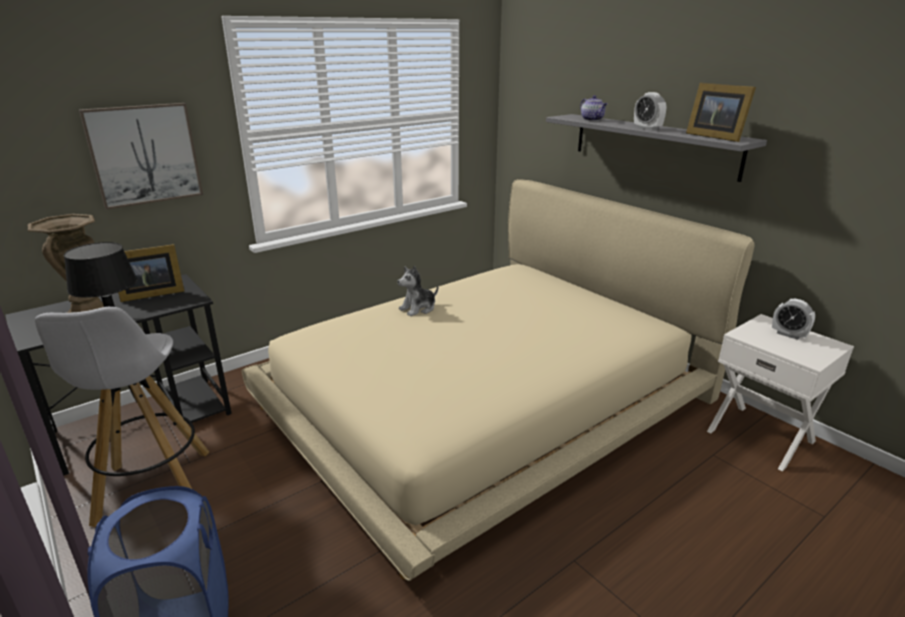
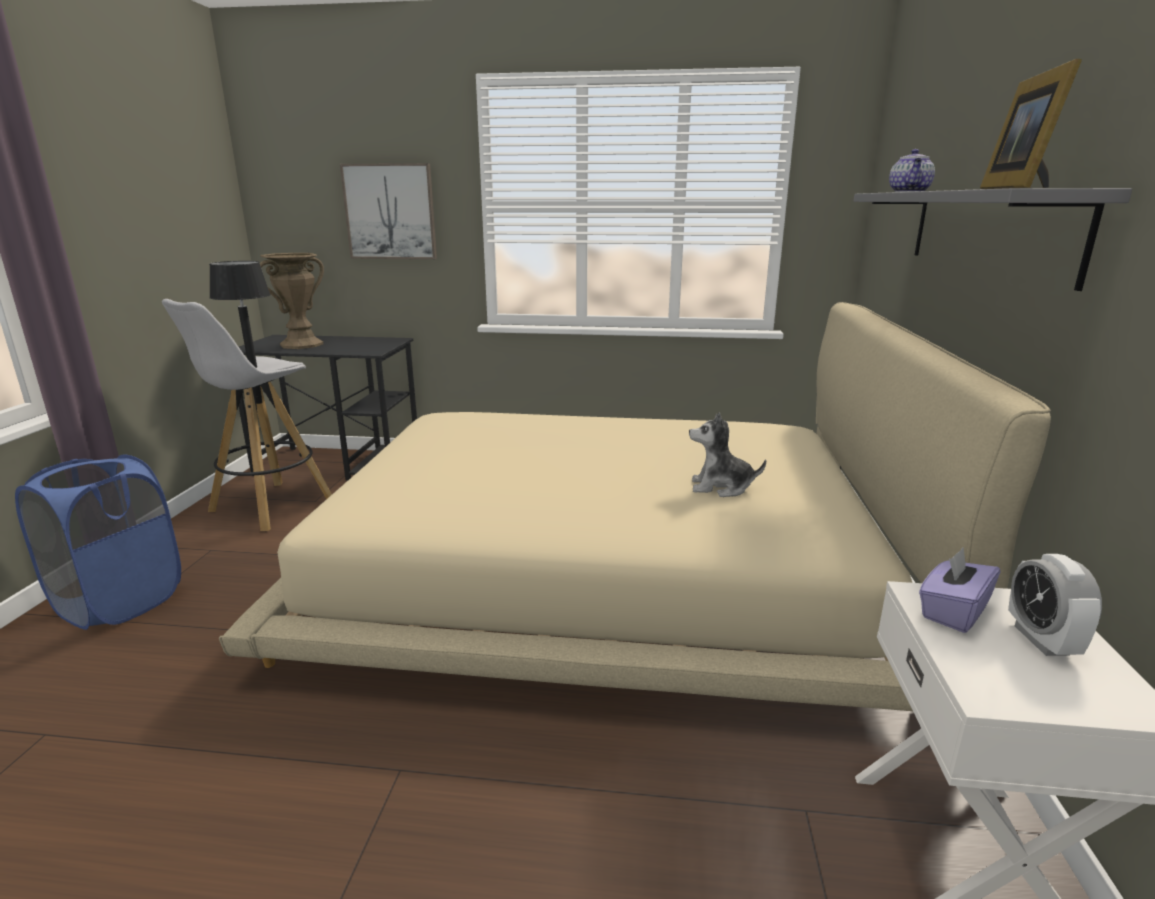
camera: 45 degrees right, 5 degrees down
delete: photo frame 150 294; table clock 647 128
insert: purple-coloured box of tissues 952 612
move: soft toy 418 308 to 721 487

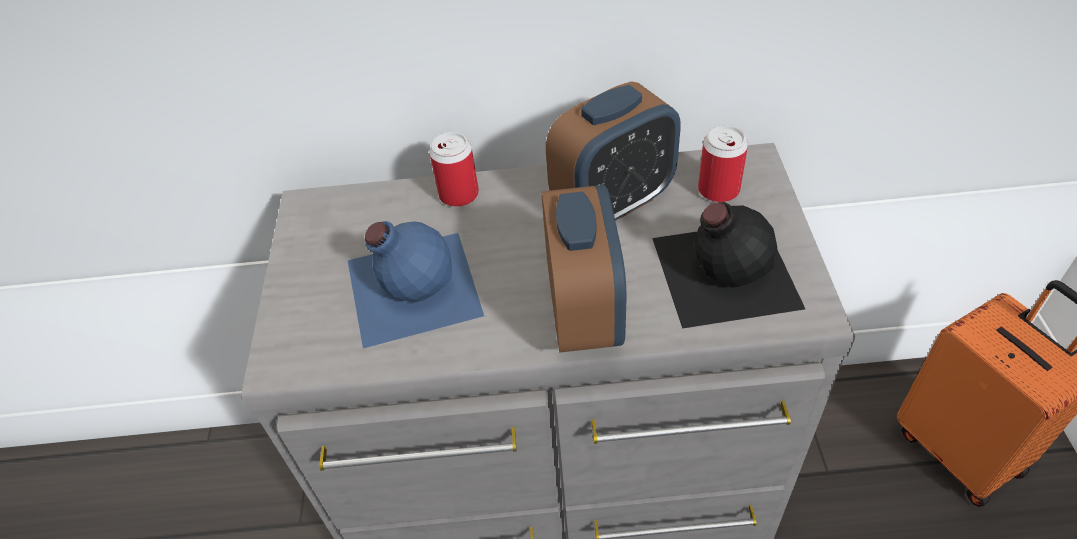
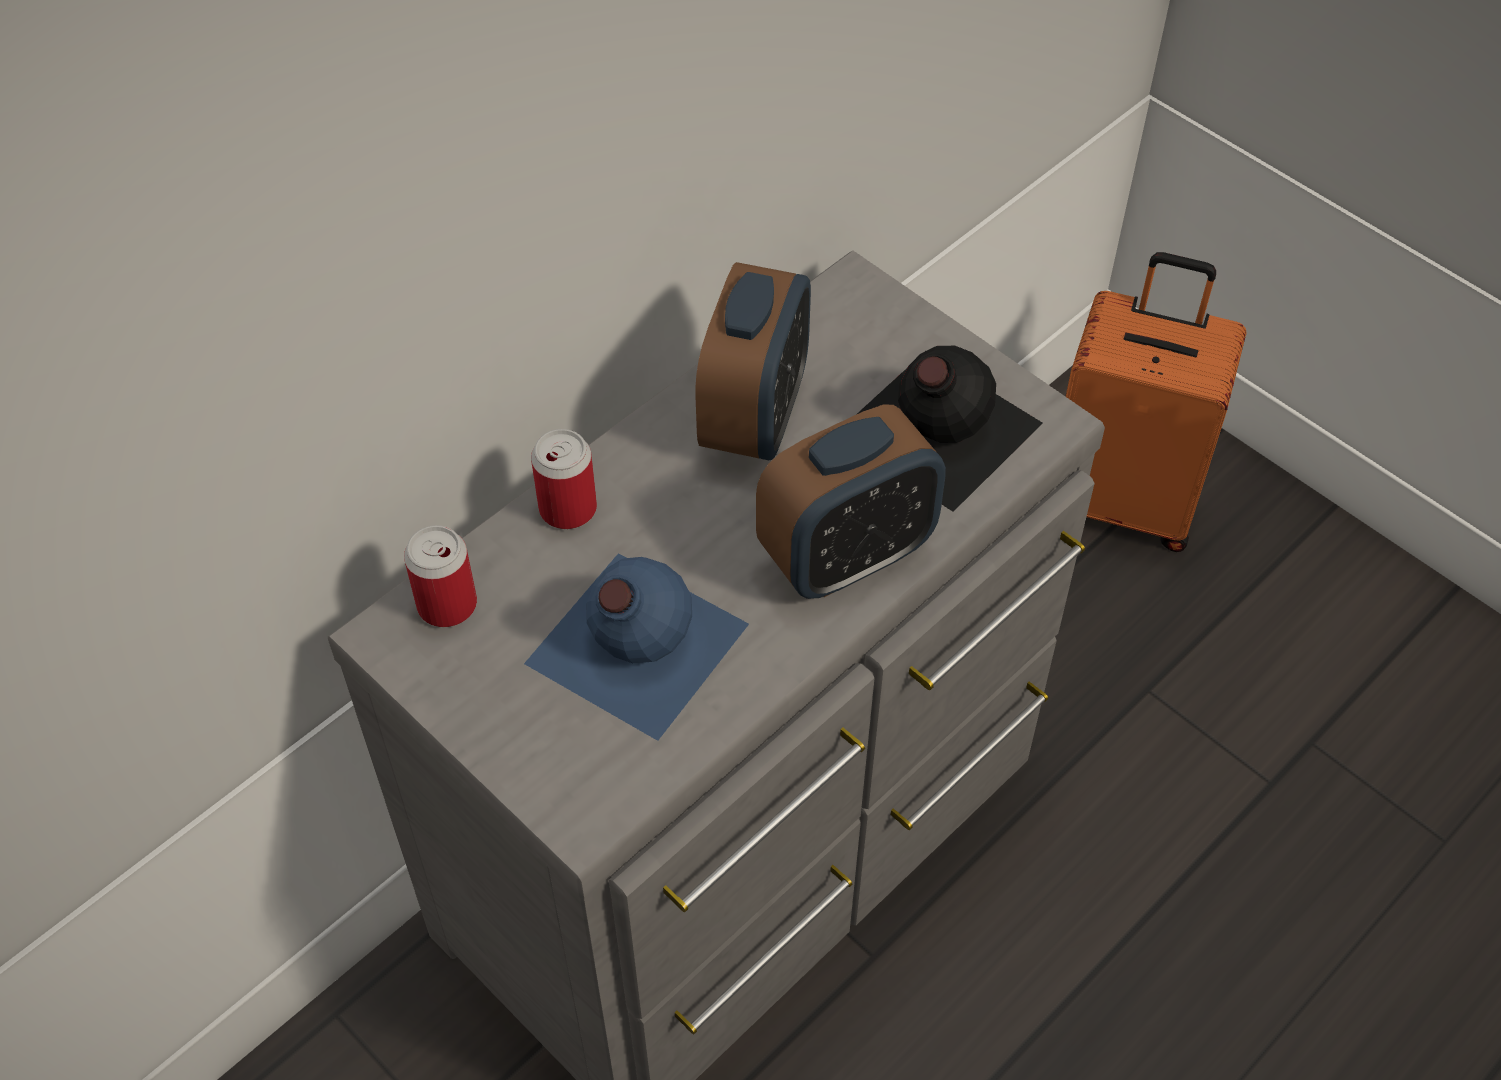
camera: 45 degrees left, 5 degrees up
move: sealed can 718 190 to 447 604
rotate: table clock 584 313 = 847 556 105 degrees clockwise

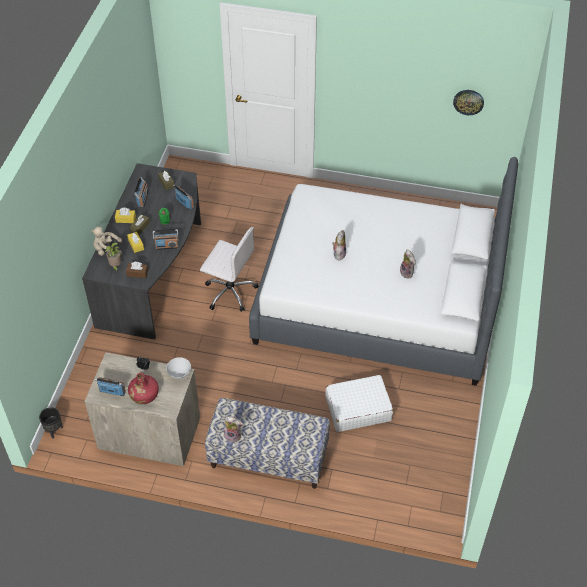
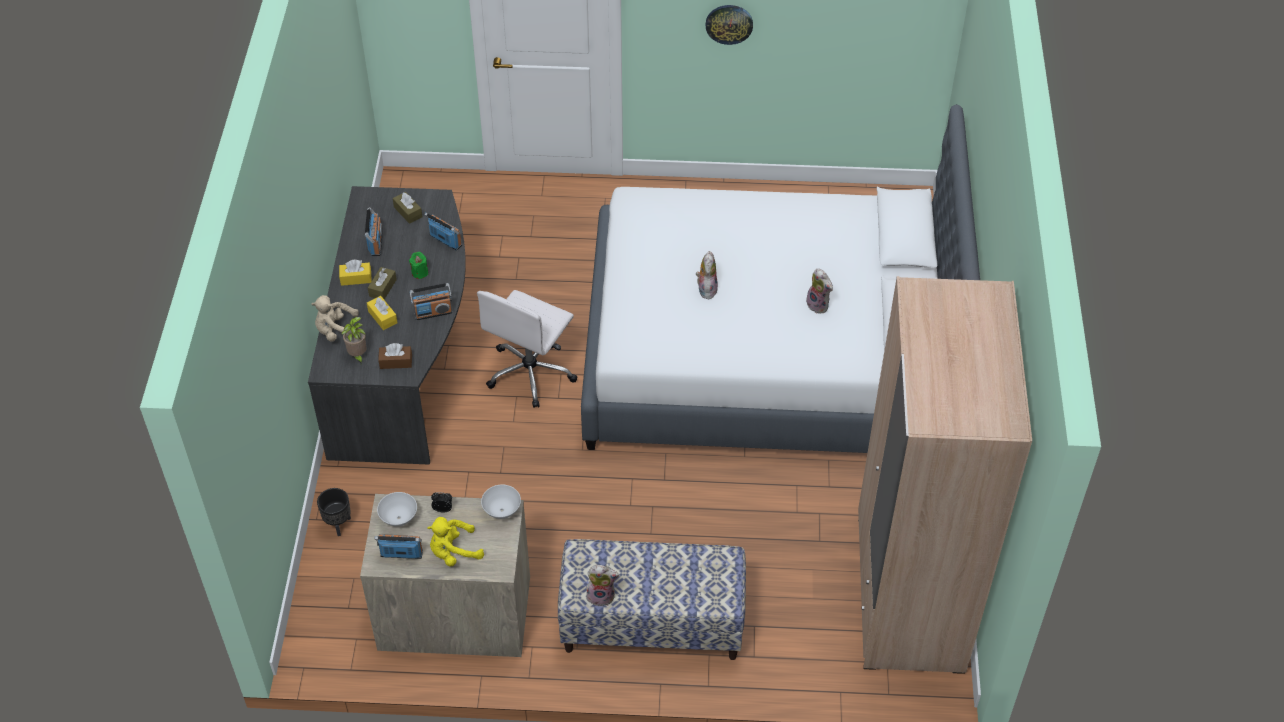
camera: 10 degrees left, 0 degrees up
delete: whitish piece of luggage 357 409
insert: whitish bowl 398 519; beige clothes cupboard 909 594
move: black plant pot 54 430 to 338 524; wall clock 468 102 to 729 23
replace: red-coloured drink bottle 144 395 to yellow-coloured soft toy 453 552
rotate: whitish desk chair 229 292 = 531 372 105 degrees clockwise

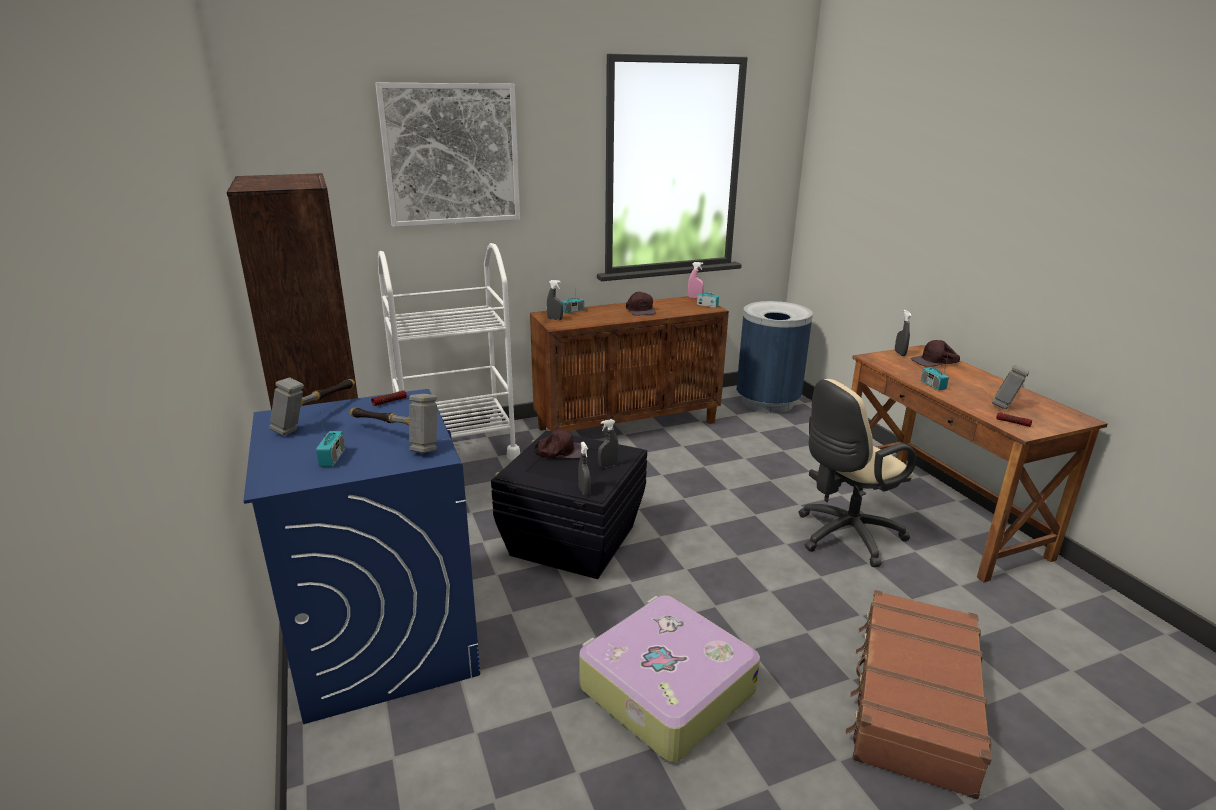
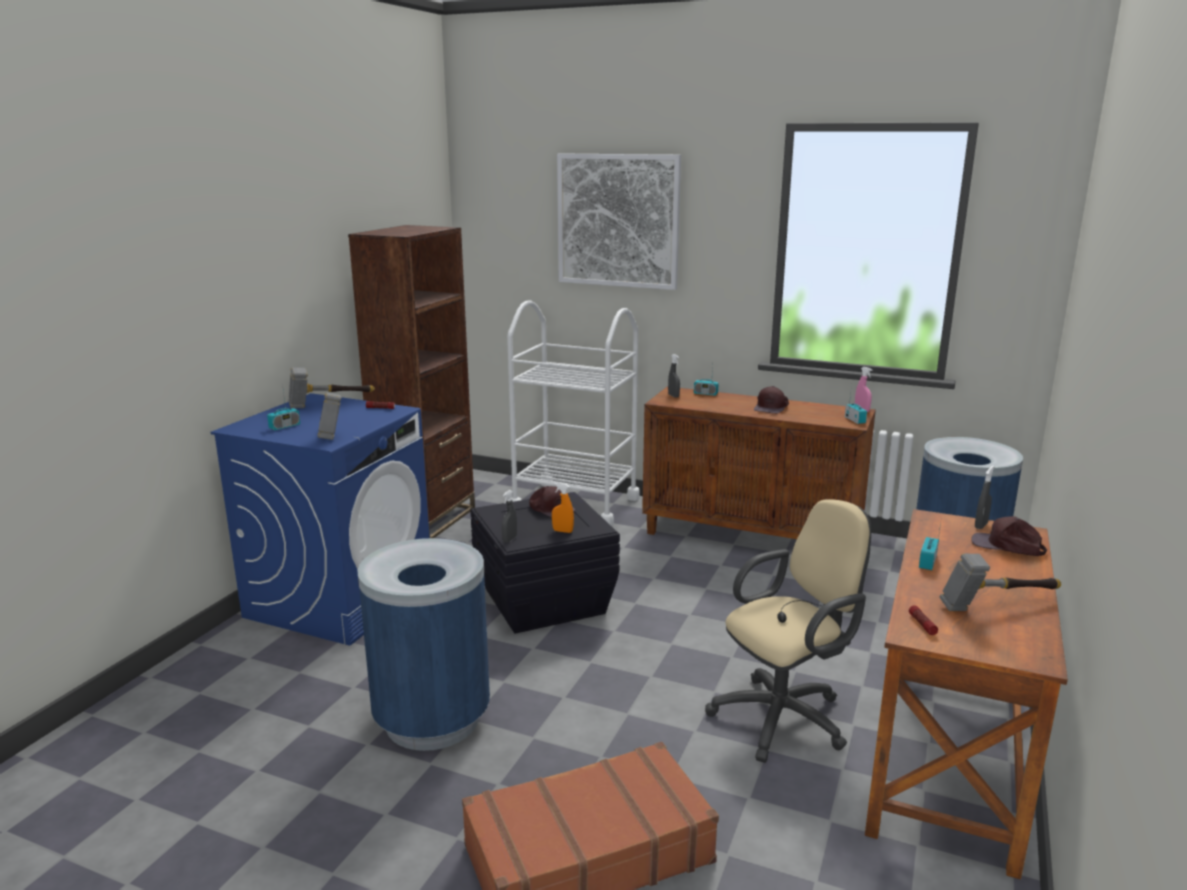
camera: 45 degrees right, 5 degrees down
replace: piece of luggage 664 689 to bluish rubbish bin 431 720
recolor: grey spray bottle 608 465 to orangey spray bottle 562 531
rotate: beige desk chair 843 537 = 786 717 135 degrees clockwise

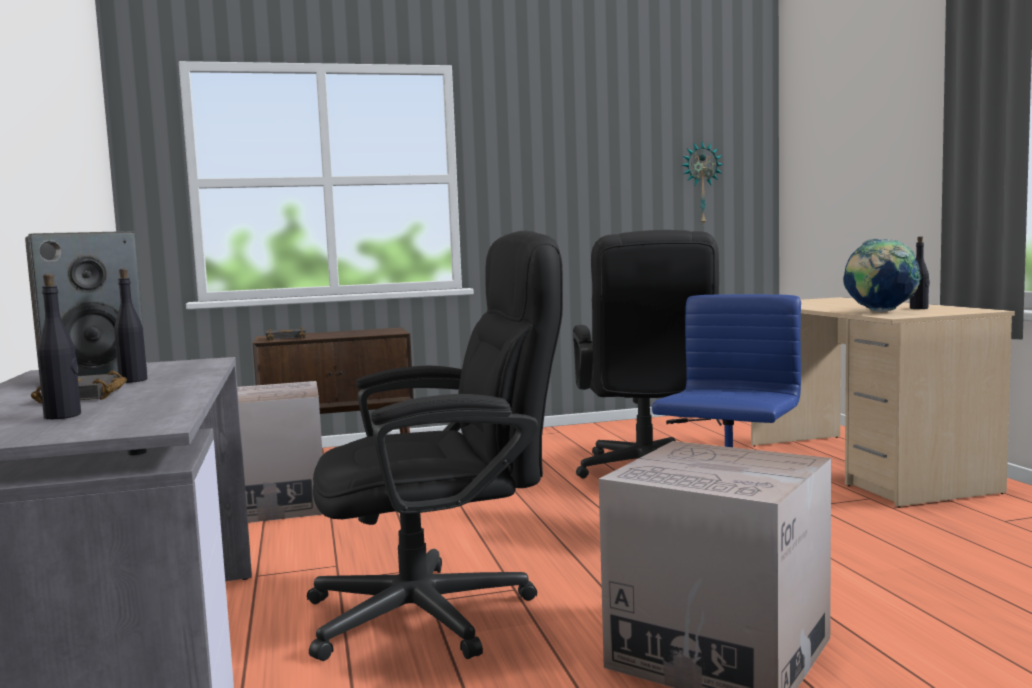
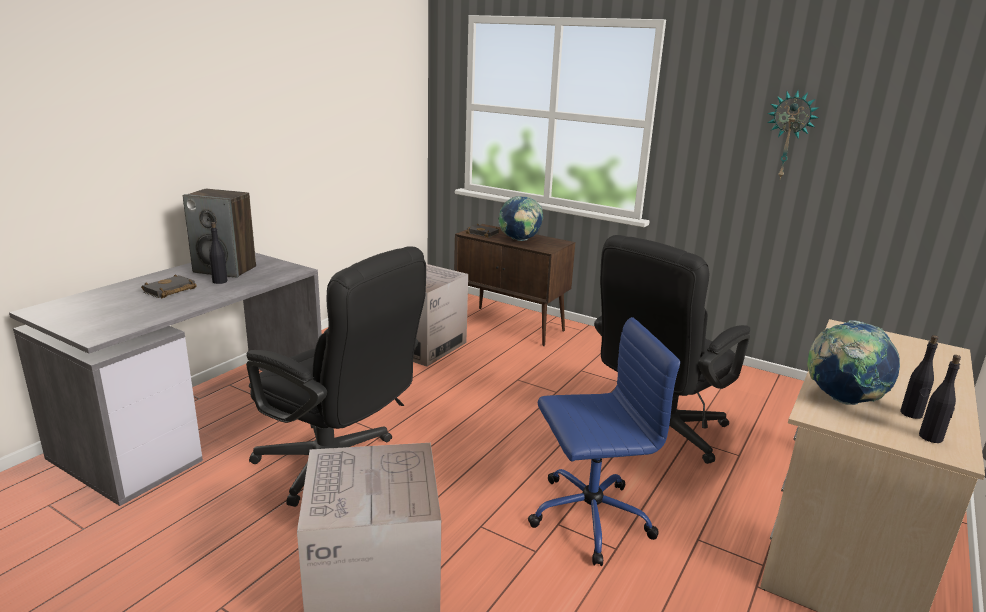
camera: 45 degrees right, 15 degrees up
insert: desk globe 520 240
move: black drink bottle 63 416 to 931 437; wall clock 701 183 to 789 135

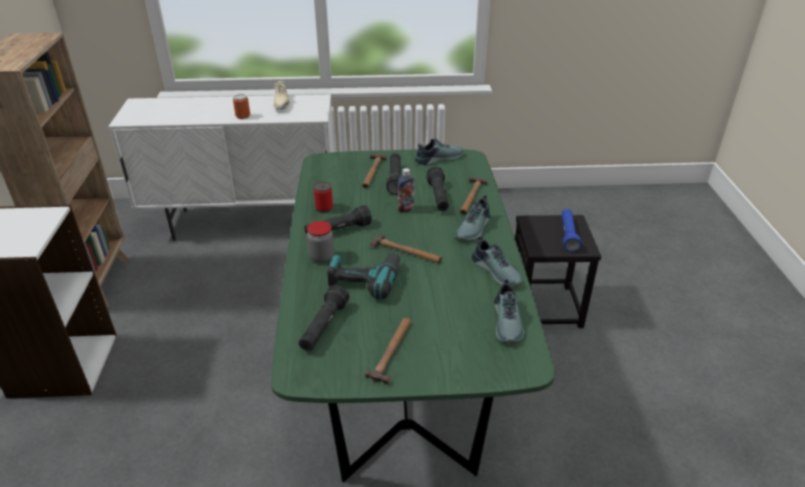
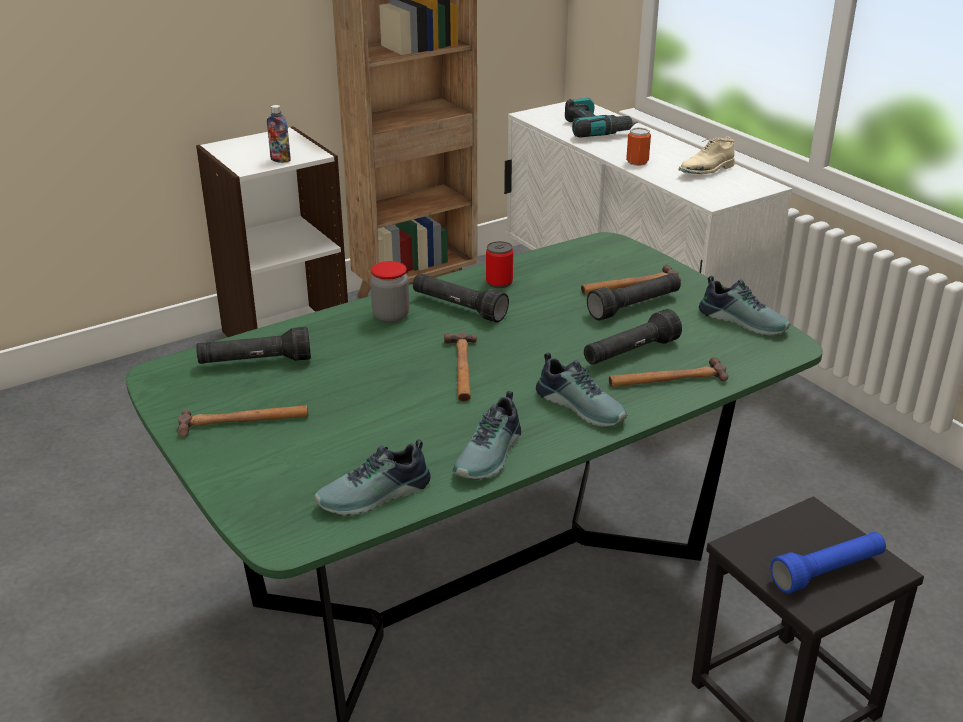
camera: 60 degrees right, 5 degrees down
move: electric drill 365 279 to 595 129; drink bottle 406 209 to 280 160
rotate: item of footwear 474 228 = 582 406 135 degrees counterclockwise

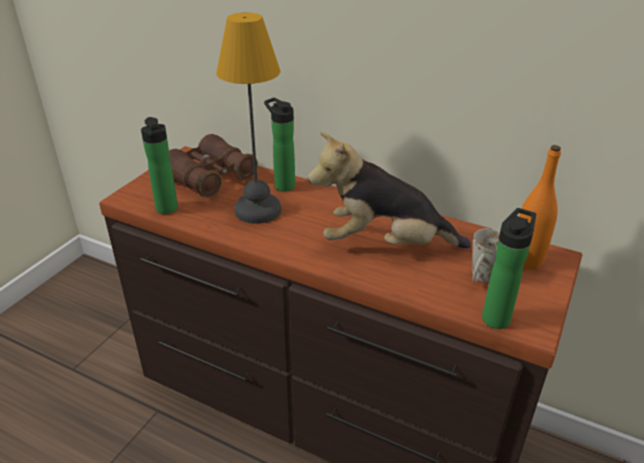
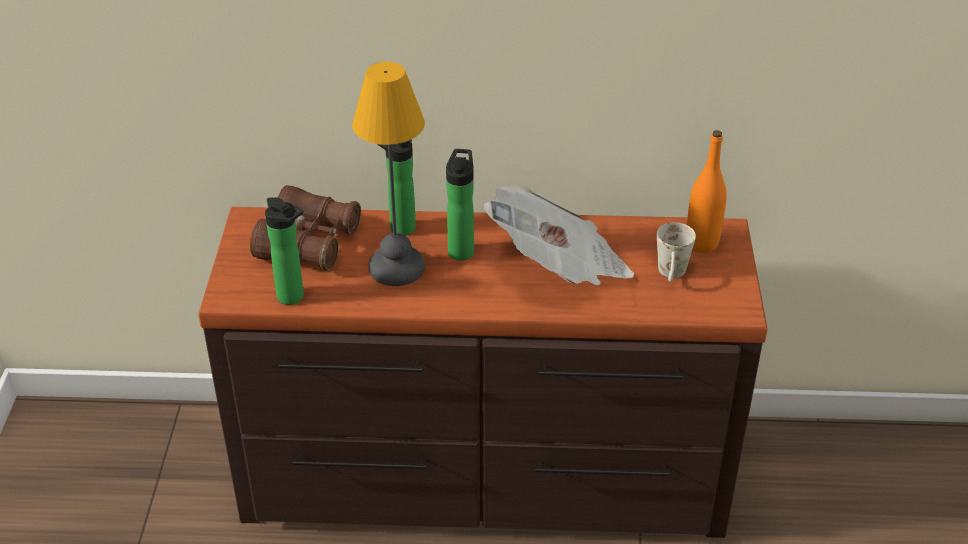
camera: 25 degrees left, 5 degrees up
move: drink bottle 497 316 to 461 249
replace: soft toy 384 245 to printed paper 559 268

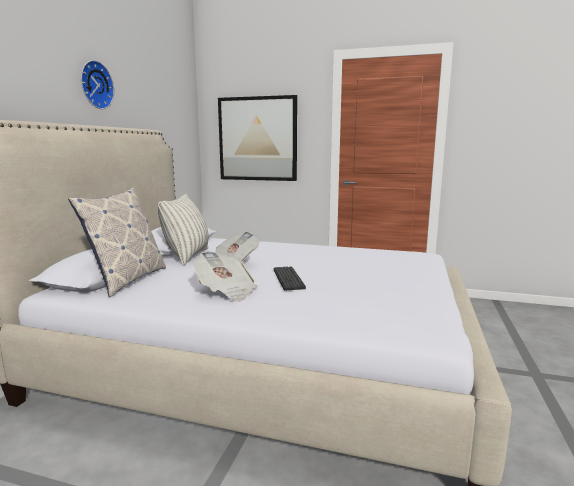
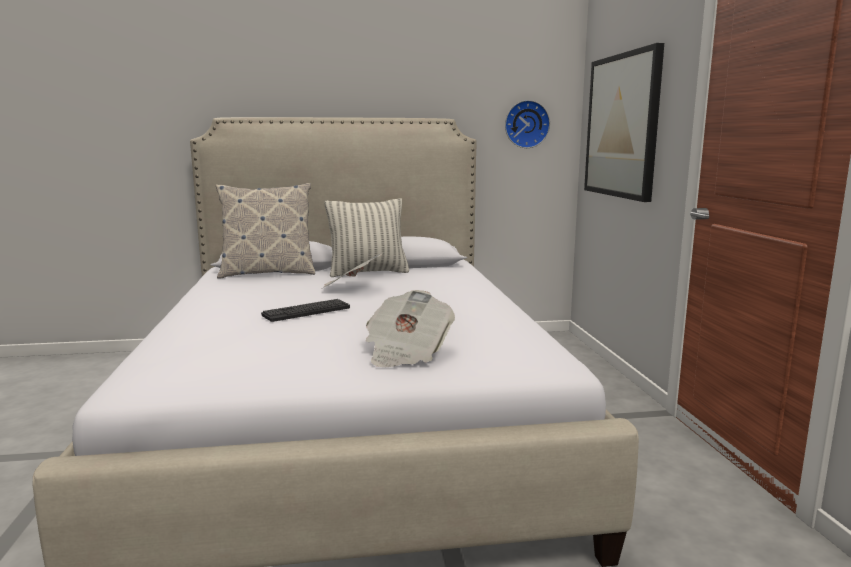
camera: 65 degrees right, 0 degrees up
move: wall clock 95 85 to 526 124; printed paper 226 291 to 406 352

